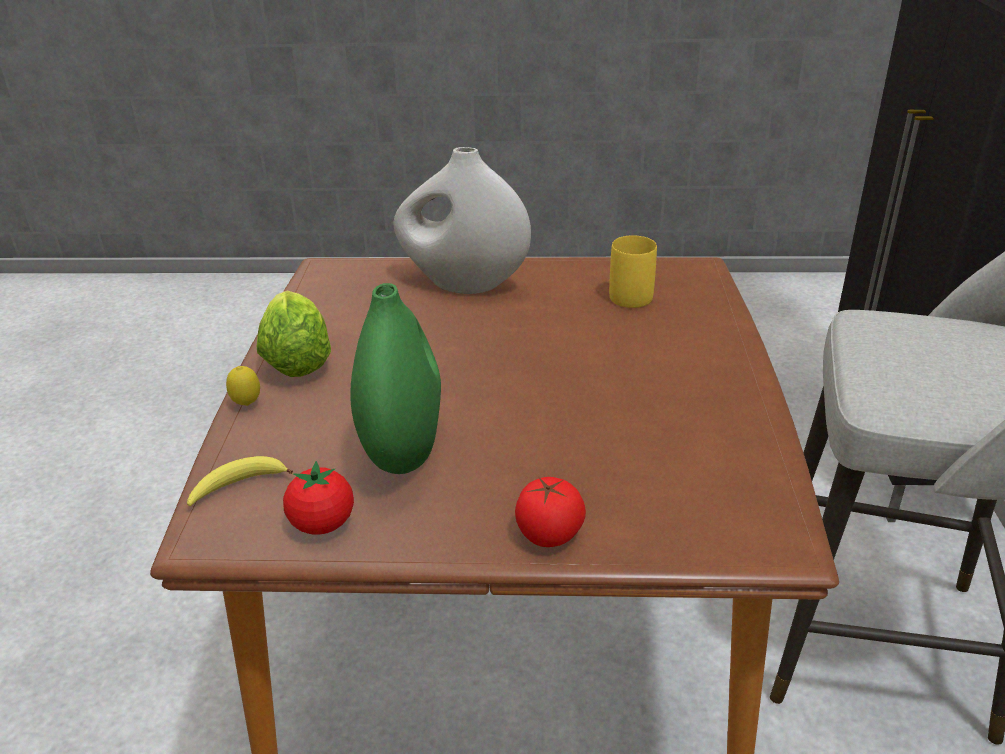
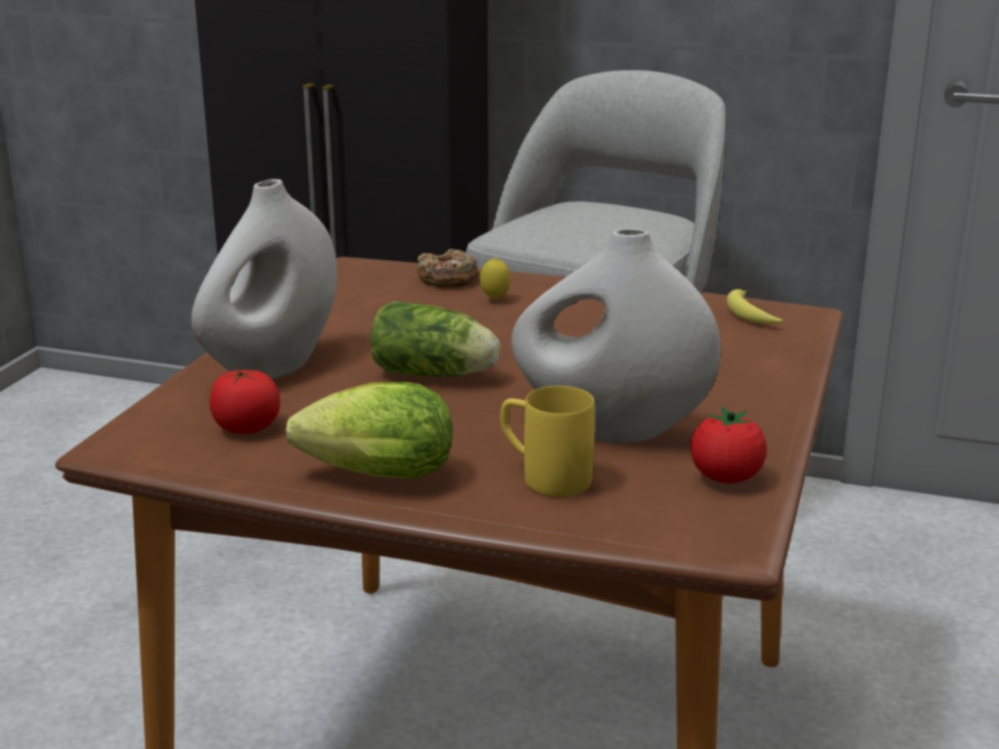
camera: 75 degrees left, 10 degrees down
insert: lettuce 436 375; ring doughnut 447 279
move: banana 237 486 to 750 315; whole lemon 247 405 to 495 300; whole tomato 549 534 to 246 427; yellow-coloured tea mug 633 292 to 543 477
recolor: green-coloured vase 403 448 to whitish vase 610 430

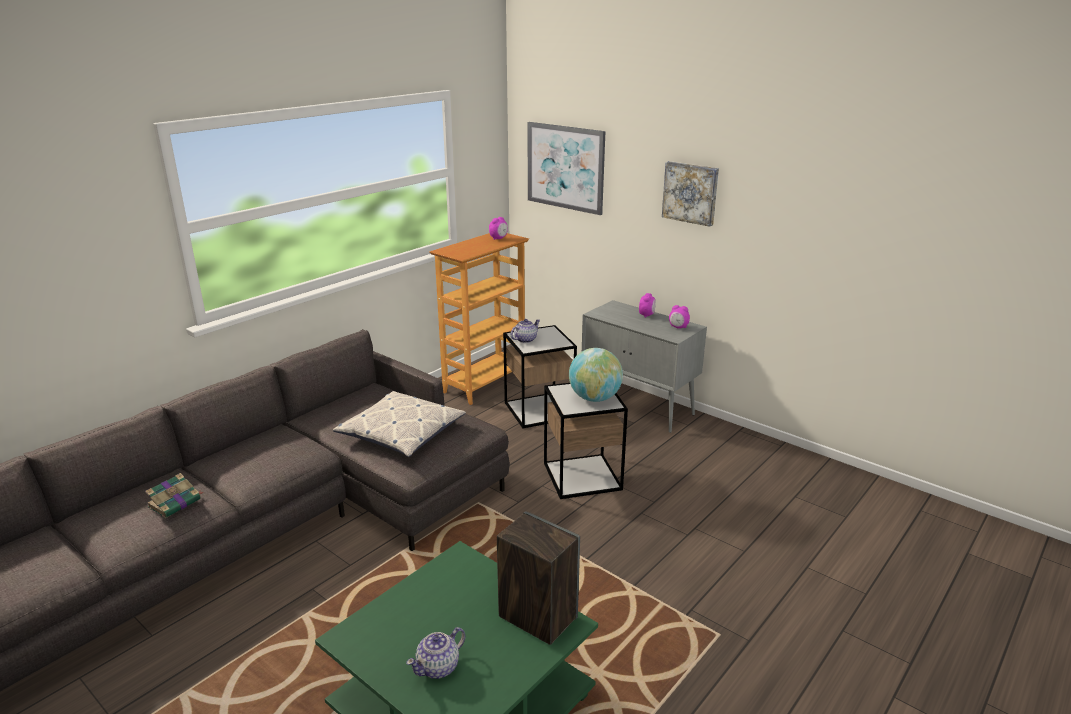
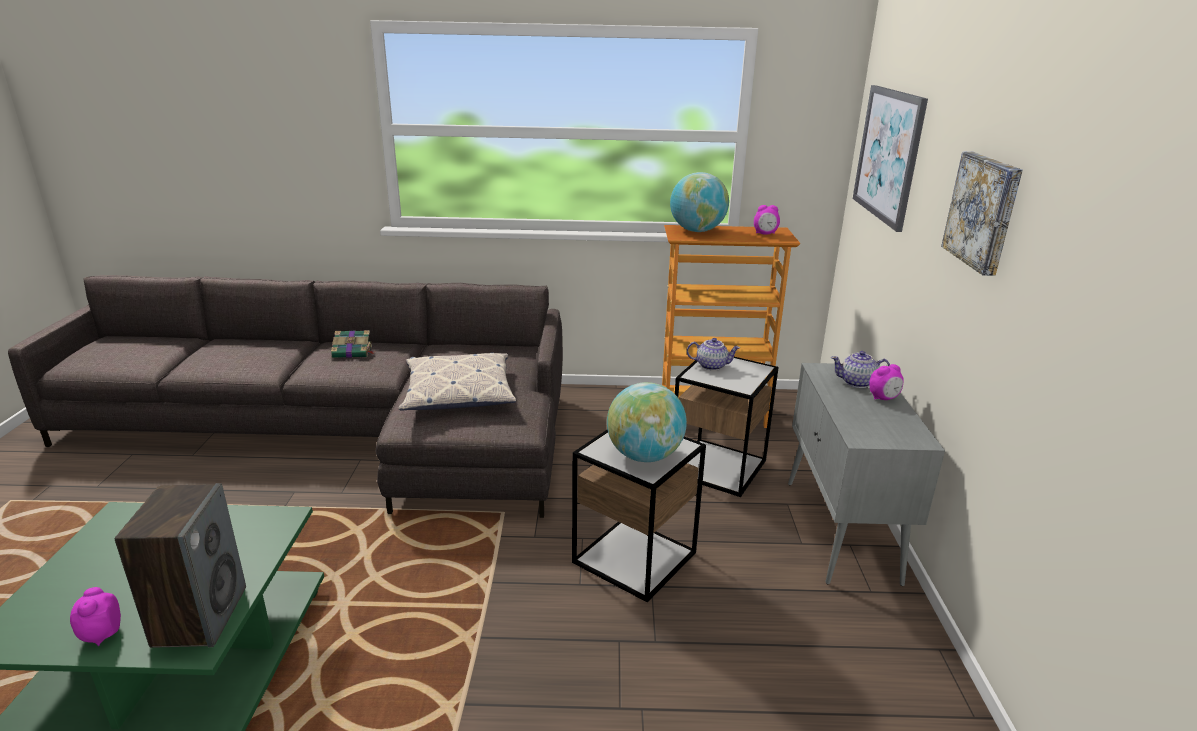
camera: 50 degrees right, 0 degrees up
insert: desk globe 697 231
move: book 176 503 to 353 352; pot for tea 438 667 to 857 383; table clock 678 327 to 101 635

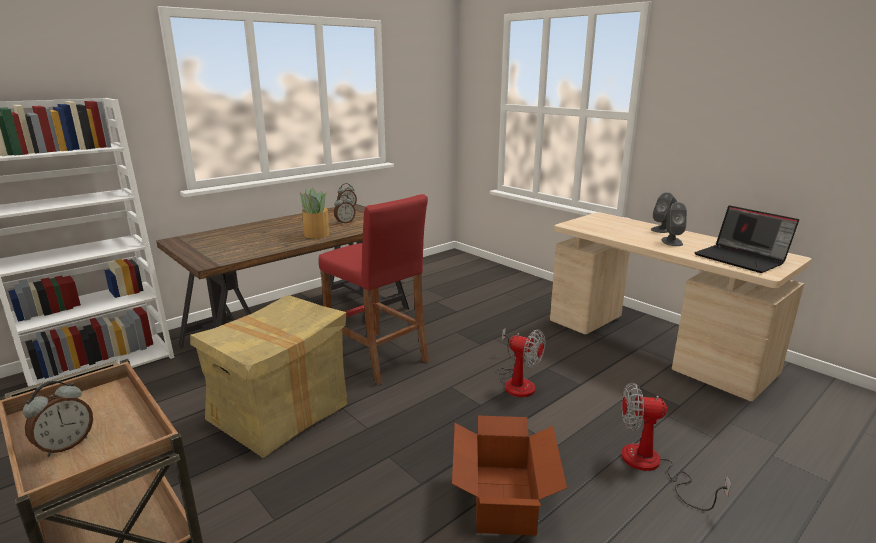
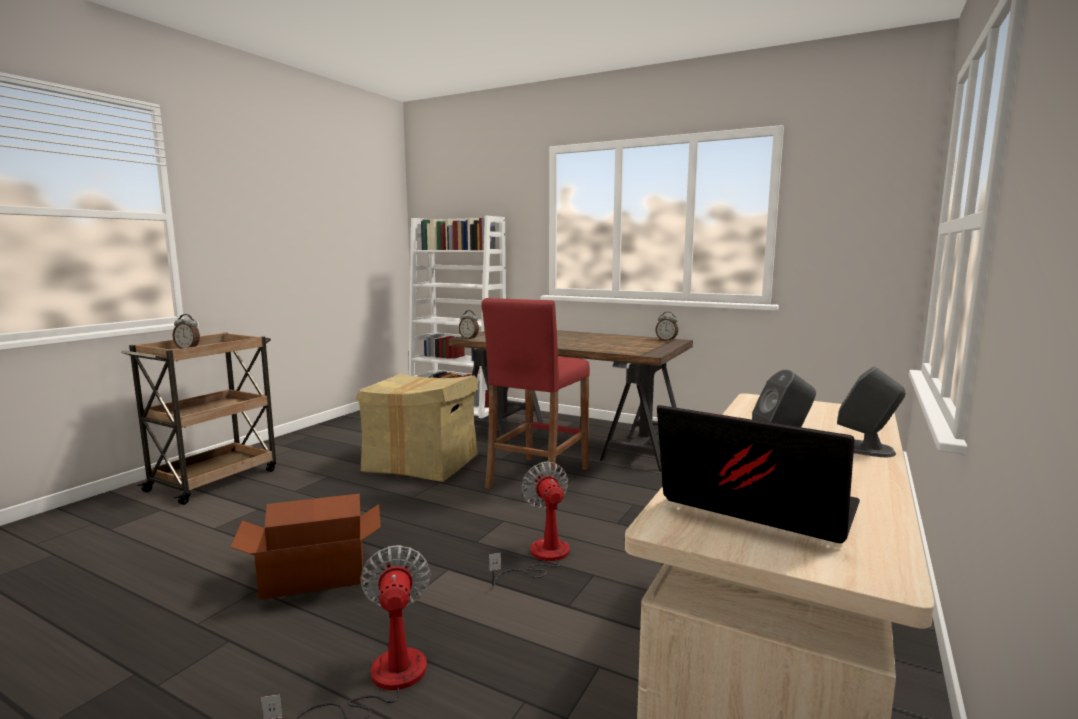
camera: 70 degrees right, 10 degrees down
delete: houseplant 316 234
move: table clock 345 222 to 469 338
rotate: electric fan 517 382 = 541 557 150 degrees clockwise; laptop 741 259 = 753 508 90 degrees clockwise

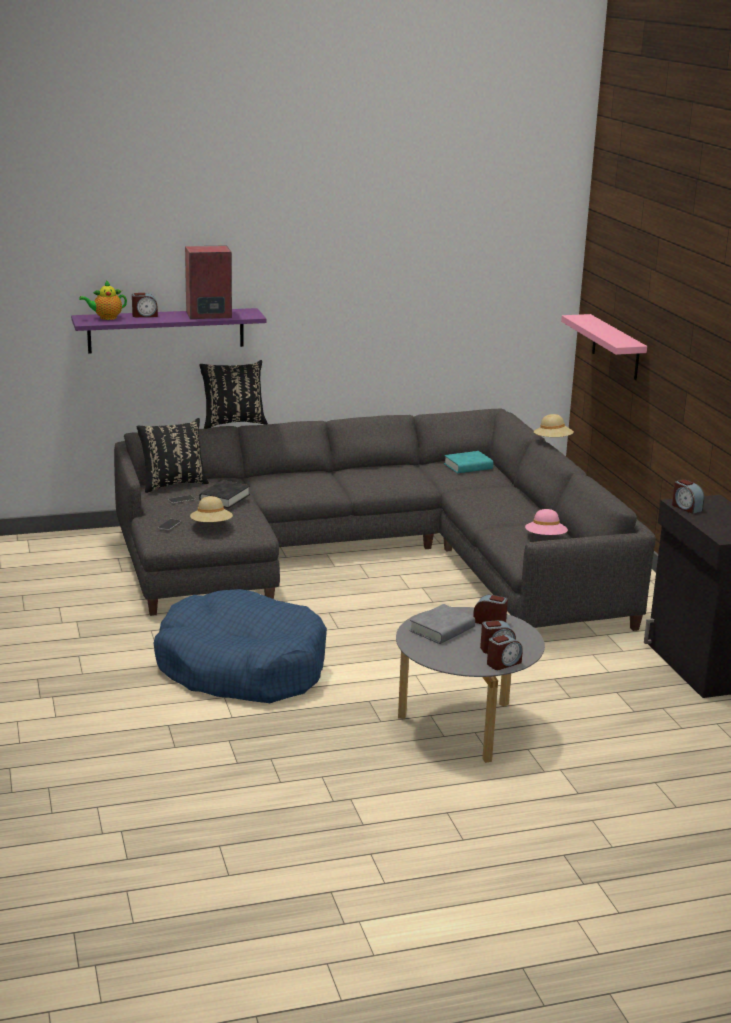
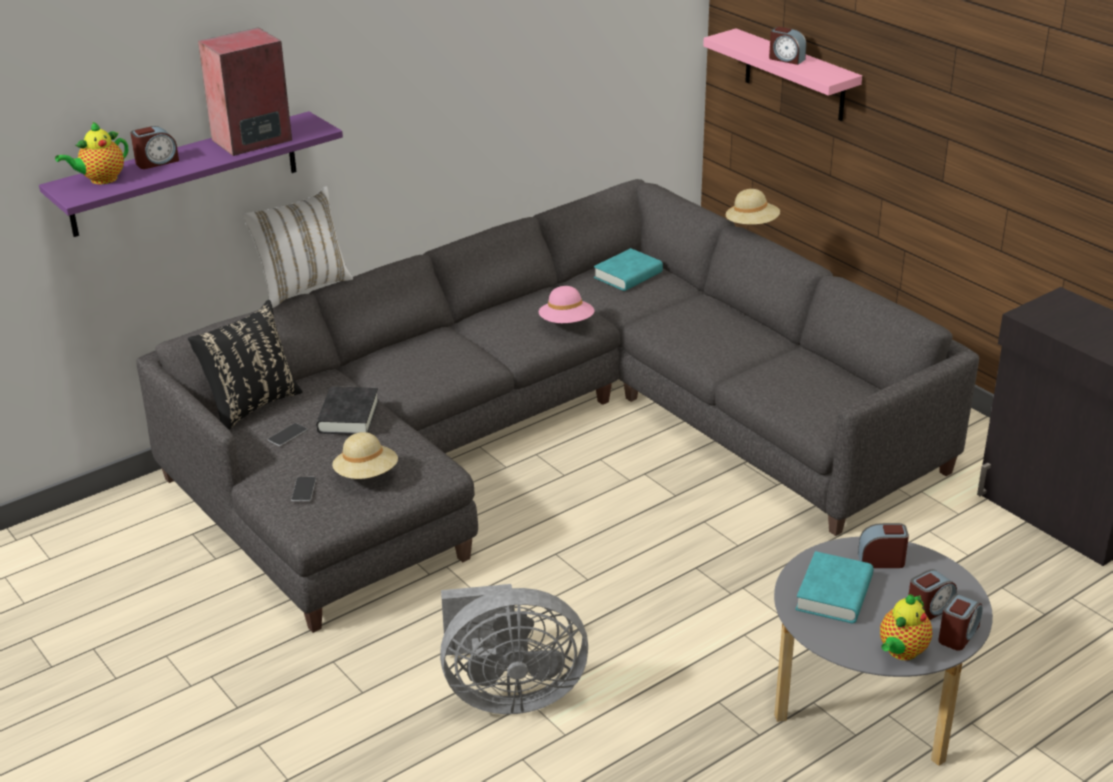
camera: 20 degrees left, 10 degrees up
insert: pot for tea 901 652
move: pink hat 545 538 to 566 323; table clock 686 507 to 786 59
replace: bluish dog cushion 241 667 to grey electric fan 509 694
recolor: black pillow 233 423 to whitish pillow 302 287; grey book 442 629 to blue-green book 834 594

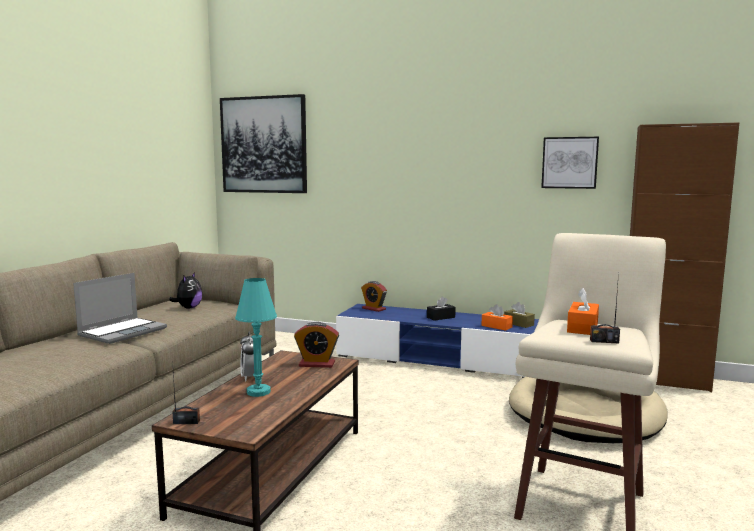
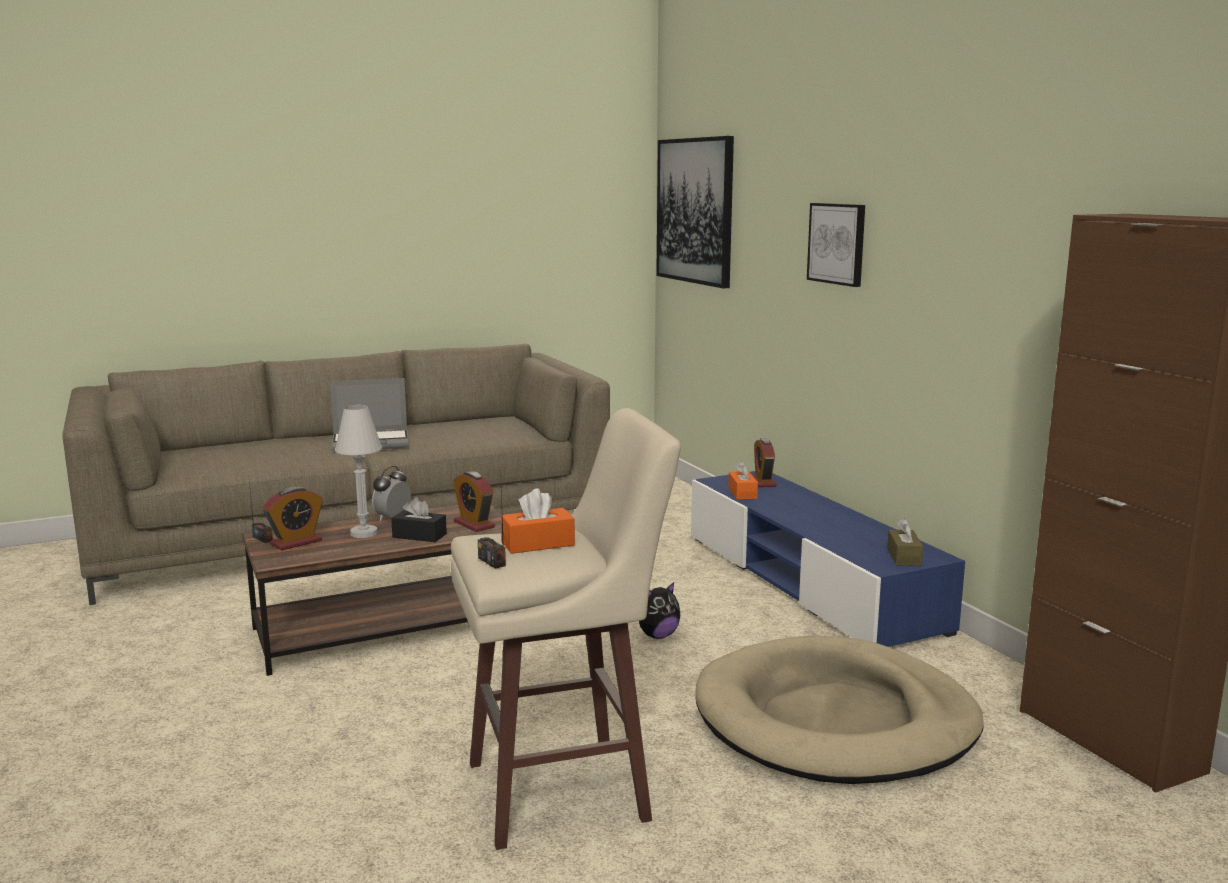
camera: 45 degrees right, 5 degrees up
insert: table clock 296 542
move: soft toy 188 308 to 657 635; black box of tissues 441 317 to 419 535; orangey box of tissues 496 326 to 742 493; wall picture 569 162 to 837 243
recolor: blue-green table lamp 258 392 to whitish table lamp 363 533

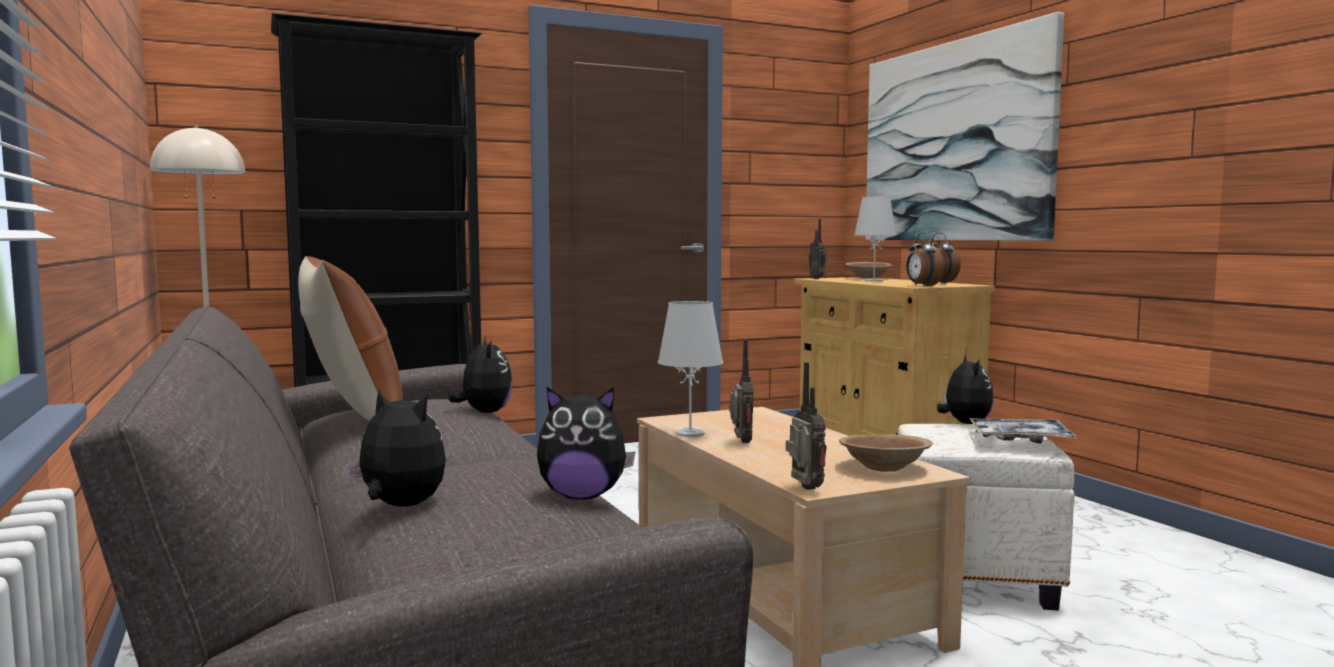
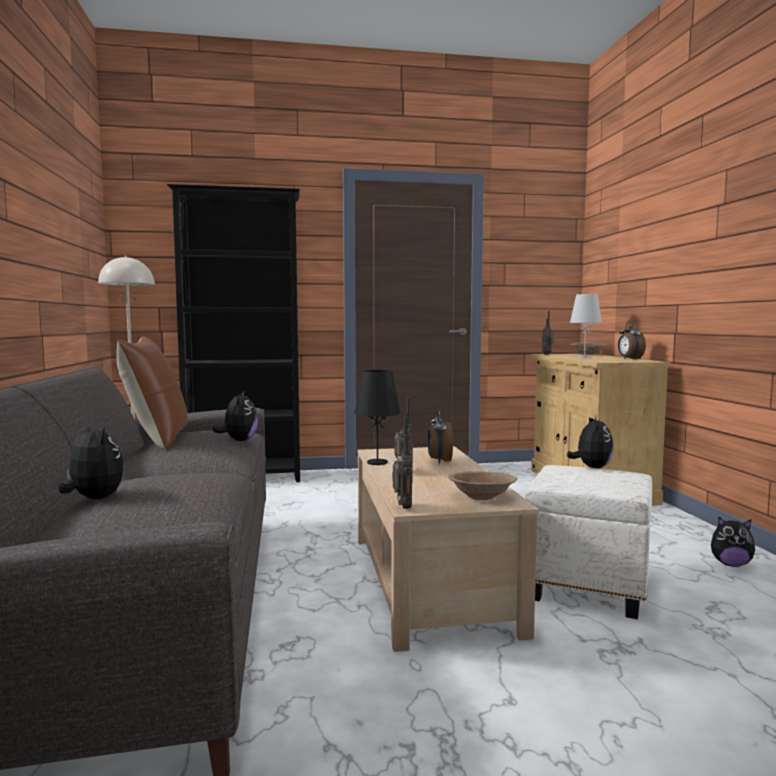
camera: 15 degrees right, 0 degrees up
delete: wall picture 953 142; serving tray 1020 440
move: soft toy 582 496 to 730 564; table clock 922 286 to 439 461
recolor: whitish table lamp 689 433 to black table lamp 377 462

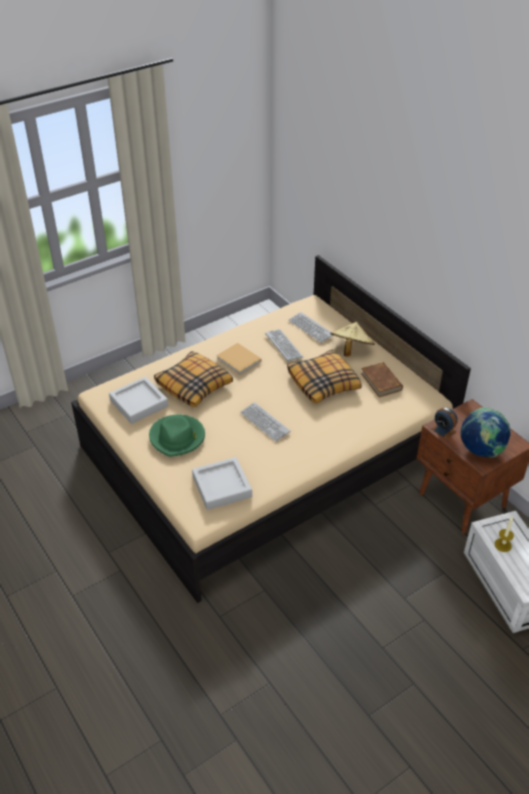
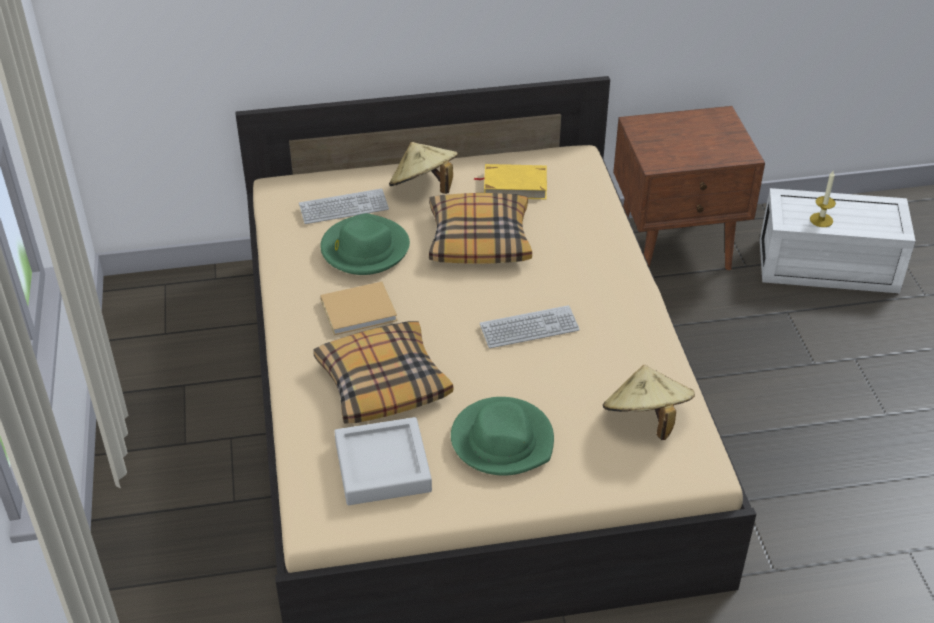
camera: 65 degrees left, 0 degrees up
delete: table clock 443 430; desk globe 481 450
replace: grey serving tray 222 486 to beige hat 646 420; PC keyboard 283 345 to green-coloured hat 364 249
recolor: brown-coloured book 381 381 to yellow-coloured book 514 185

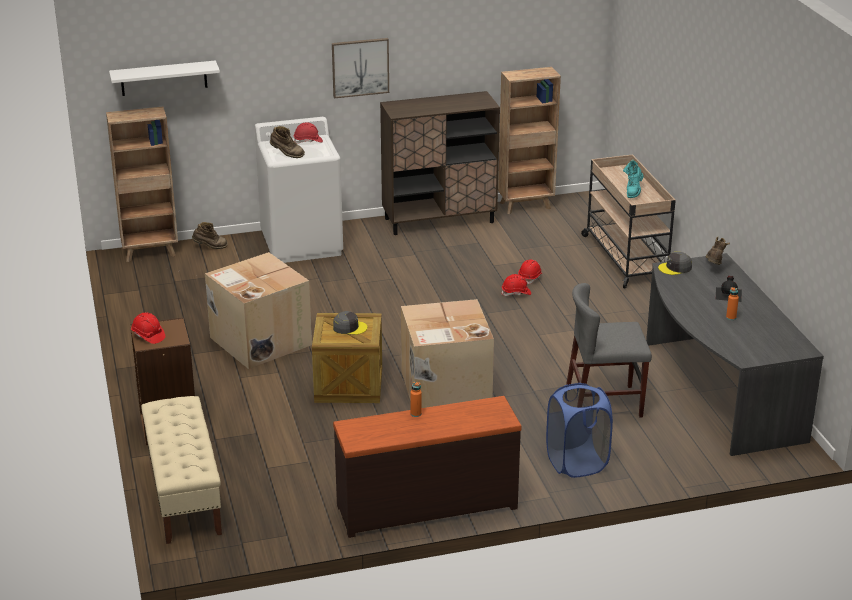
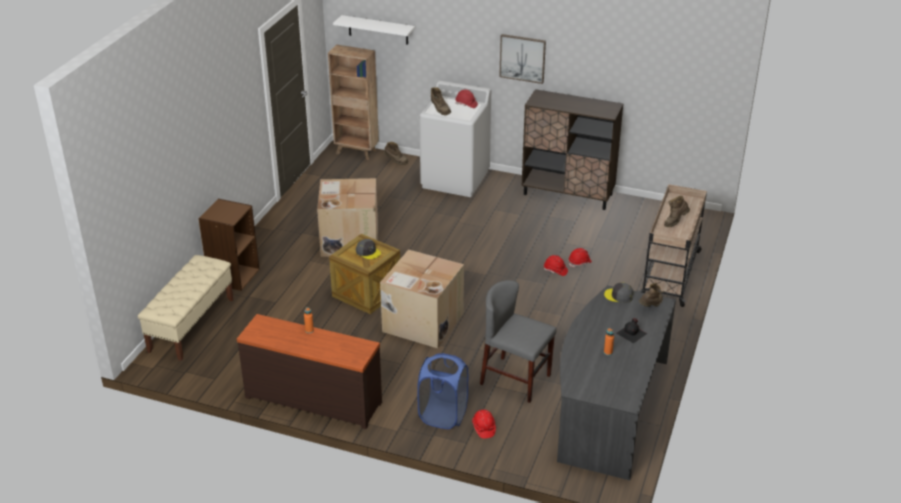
camera: 35 degrees right, 5 degrees up
delete: brown-coloured bookcase 526 205
move: red-coloured work helmet 148 336 to 483 428
recolor: blue-green high-top boot 633 191 to brown-coloured high-top boot 675 222

